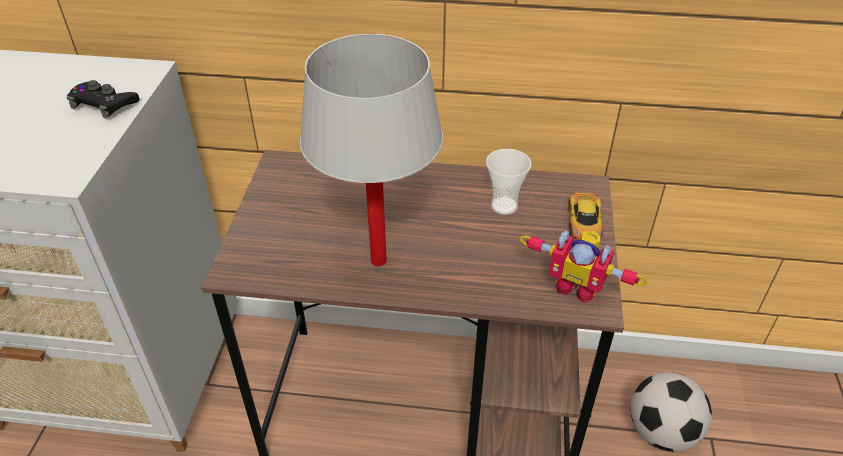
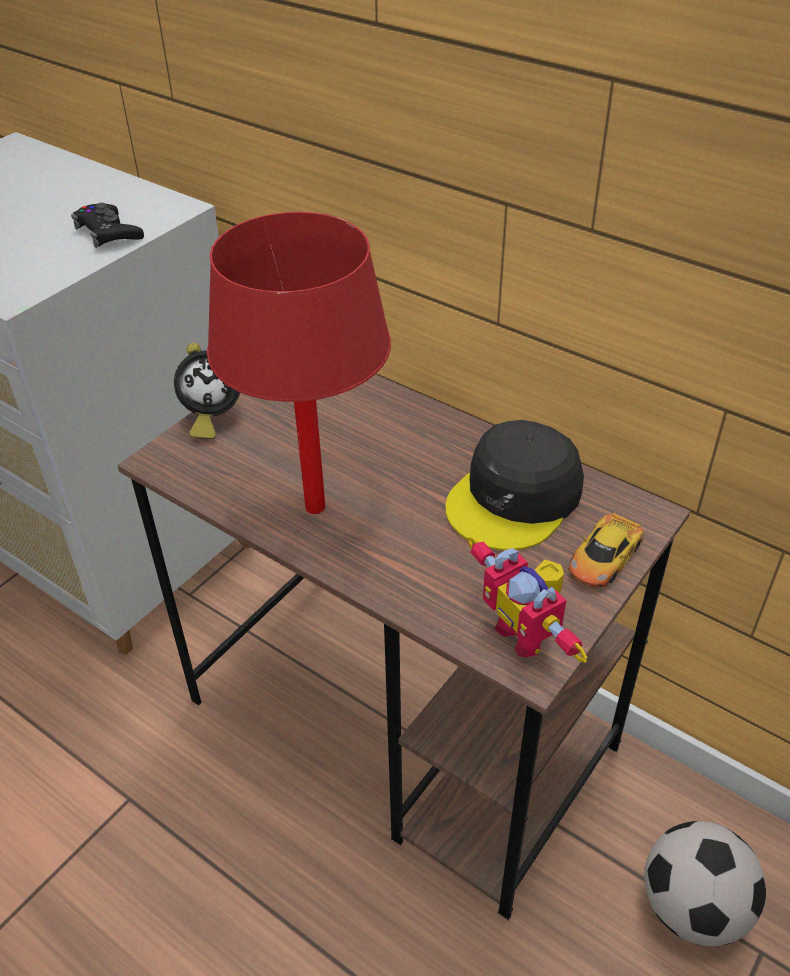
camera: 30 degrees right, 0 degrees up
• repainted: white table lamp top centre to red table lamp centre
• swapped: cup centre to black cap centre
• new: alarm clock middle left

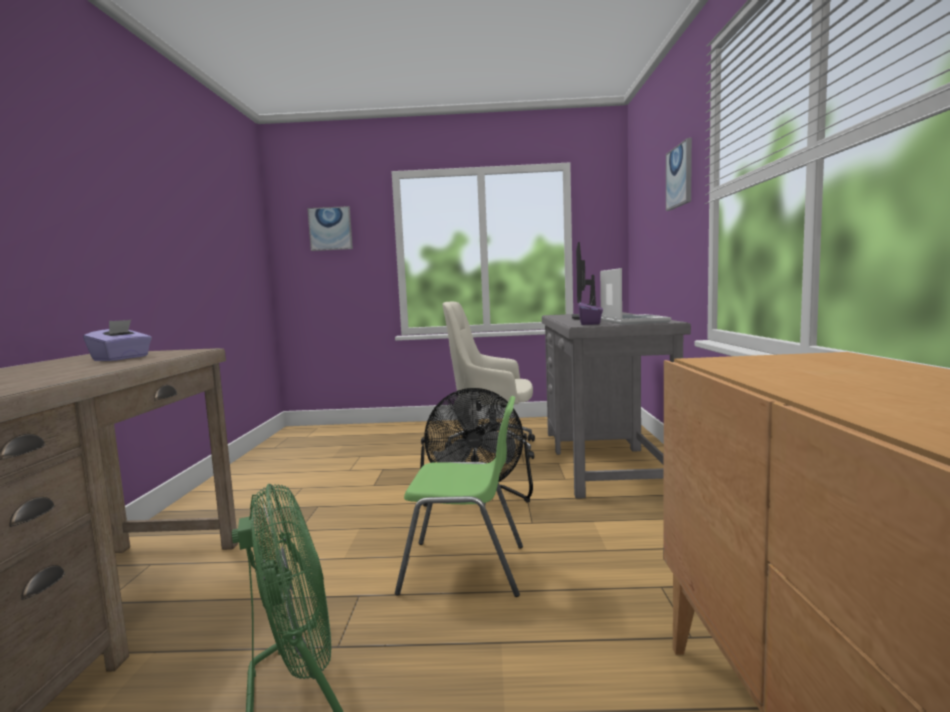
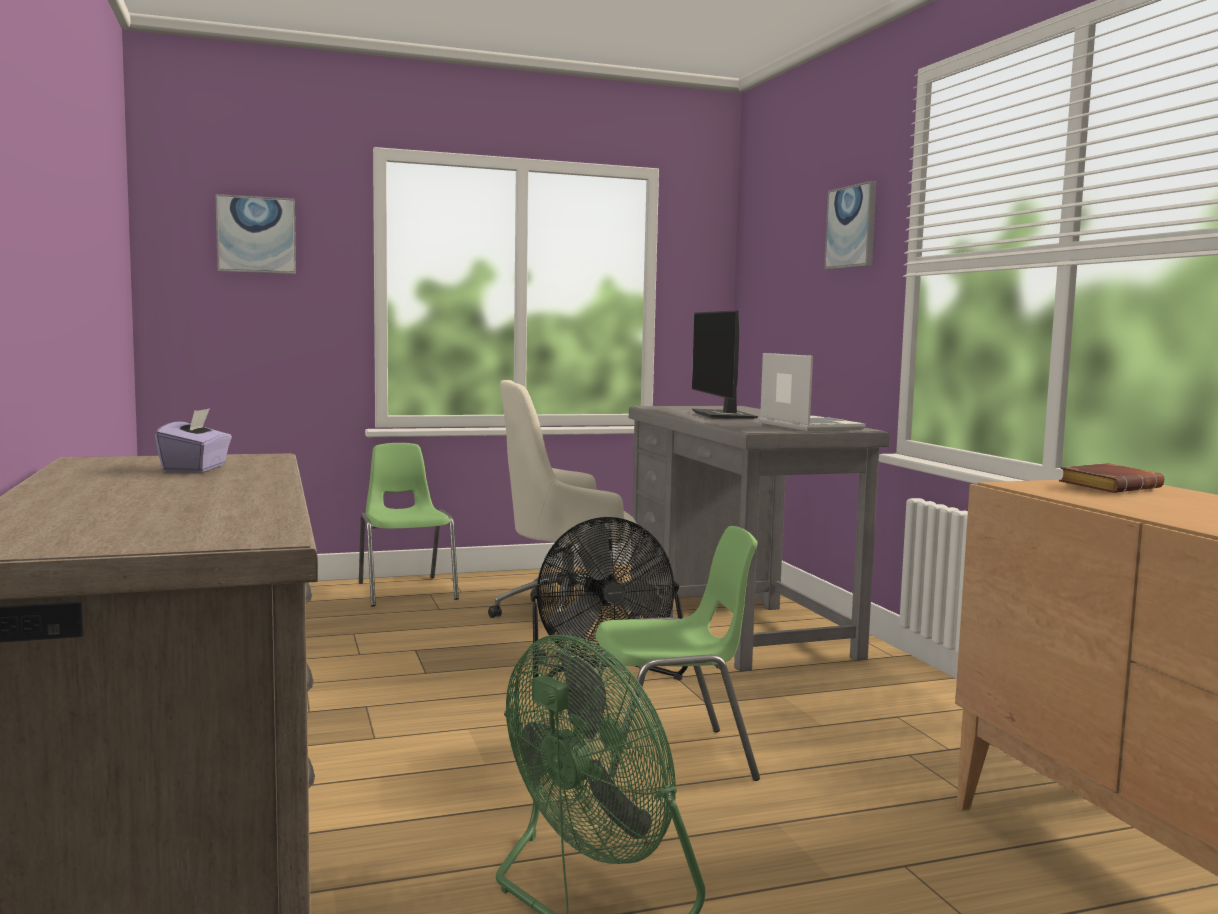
camera: 20 degrees left, 0 degrees up
• gone: purple tissue box (no. 2 from left) centre
• new: green chair (no. 1 from left) centre
• new: brown book middle right

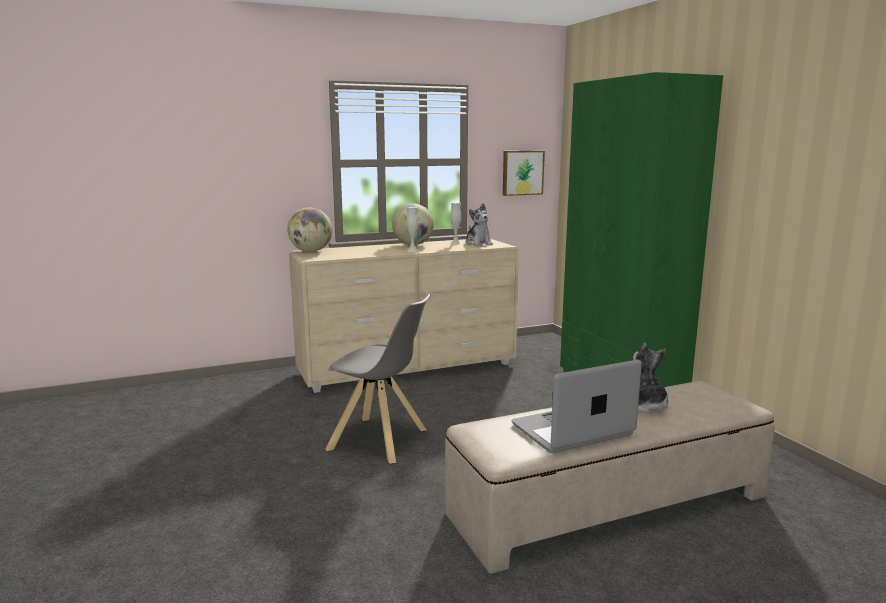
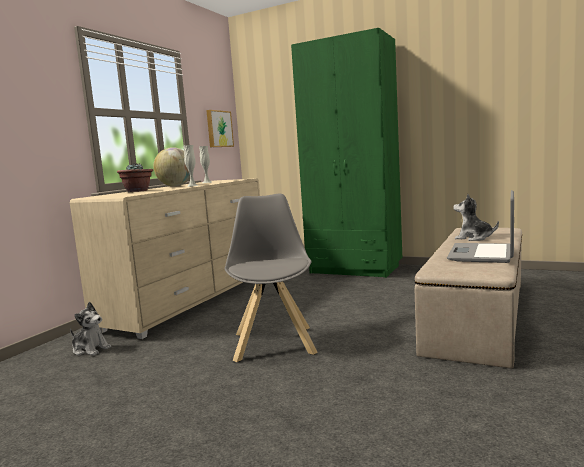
camera: 40 degrees left, 5 degrees down
• gone: globe (no. 1 from left) centre
• rotated: grey chair centre = centre 75 degrees counterclockwise
• shifted: plush toy (no. 1 from left) centre to bottom left
• new: potted plant middle left

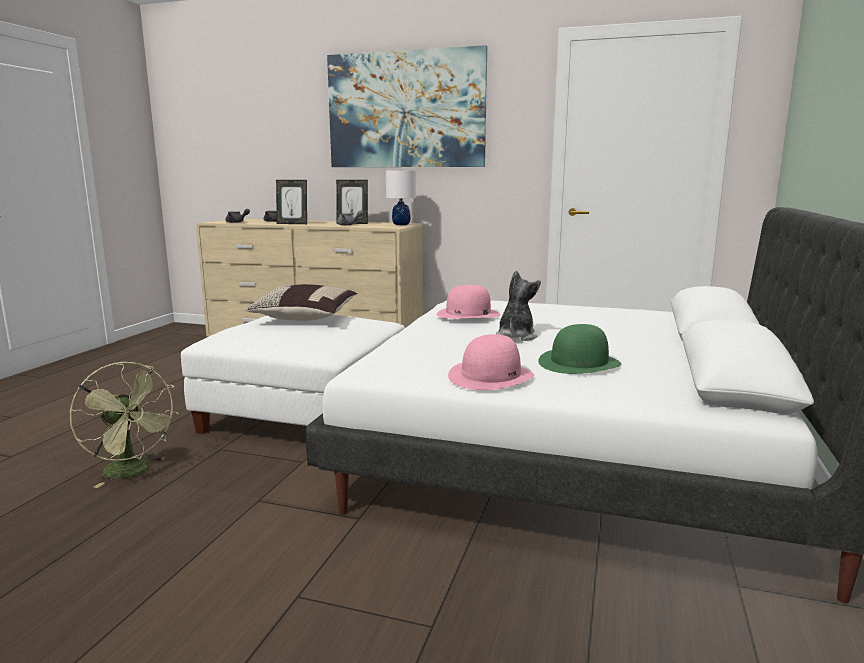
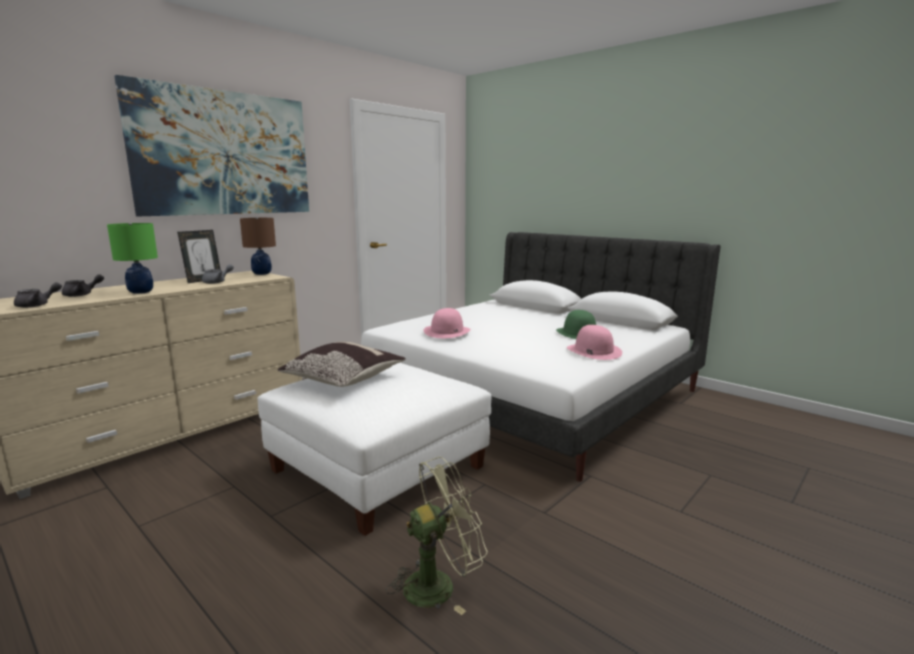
camera: 65 degrees left, 0 degrees up
• swapped: picture frame (no. 1 from left) top centre to green table lamp middle left
• repainted: white table lamp top centre to brown table lamp middle left
• gone: plush toy centre

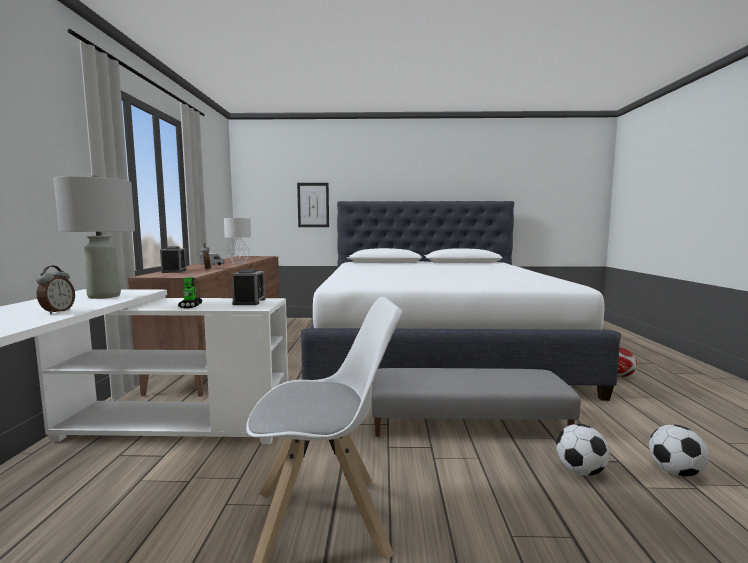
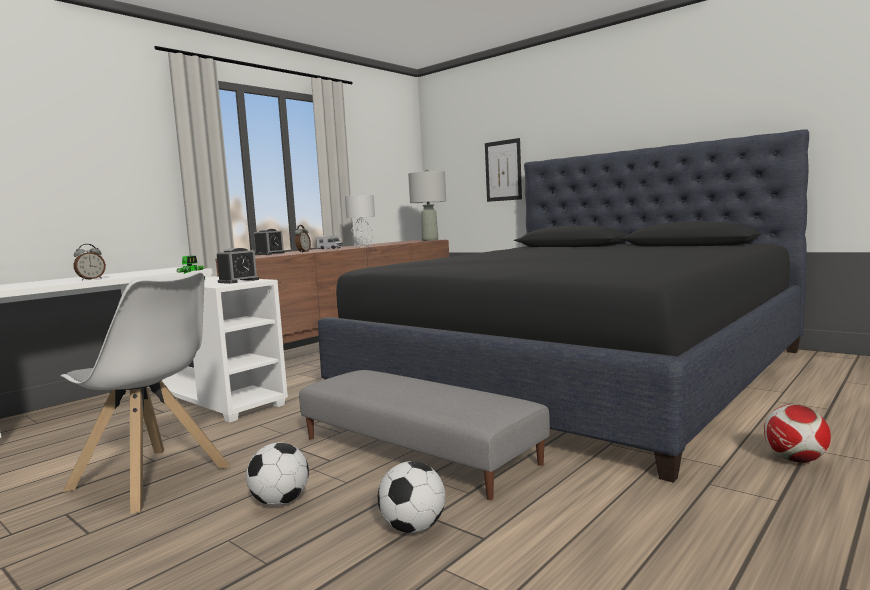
camera: 40 degrees right, 0 degrees up
• shifted: grey table lamp (no. 1 from left in the first image) middle left to grey table lamp (no. 2 from left) centre
• repainted: white bed centre to black bed centre
• shifted: football (no. 3 from left in the first image) bottom right to football (no. 1 from left) bottom left

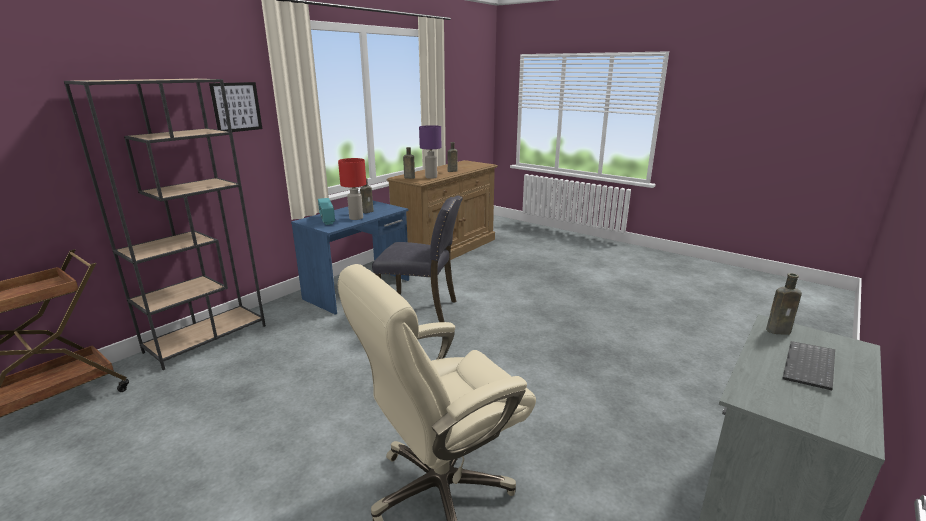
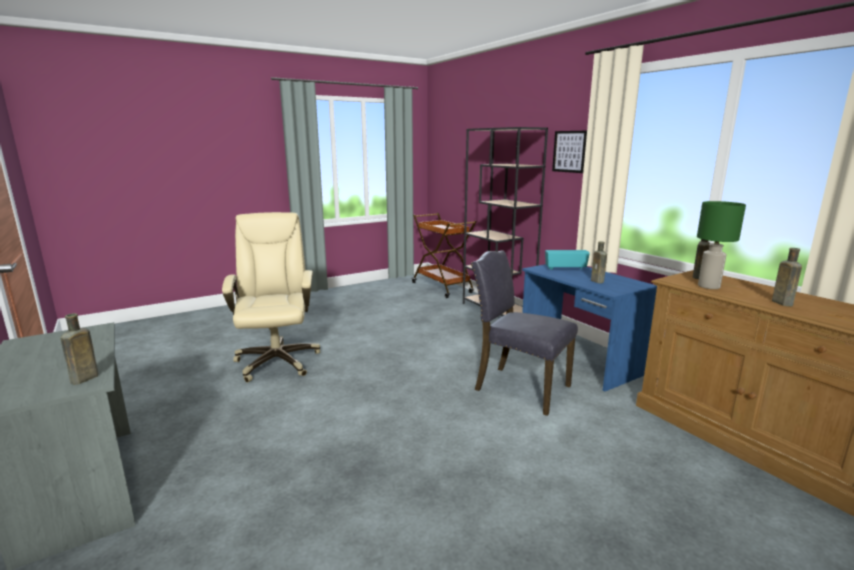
camera: 110 degrees right, 5 degrees down
• gone: red table lamp centre
• rotated: grey chair centre = centre 90 degrees clockwise
• repainted: purple table lamp top centre to green table lamp middle right
• gone: keyboard bottom right

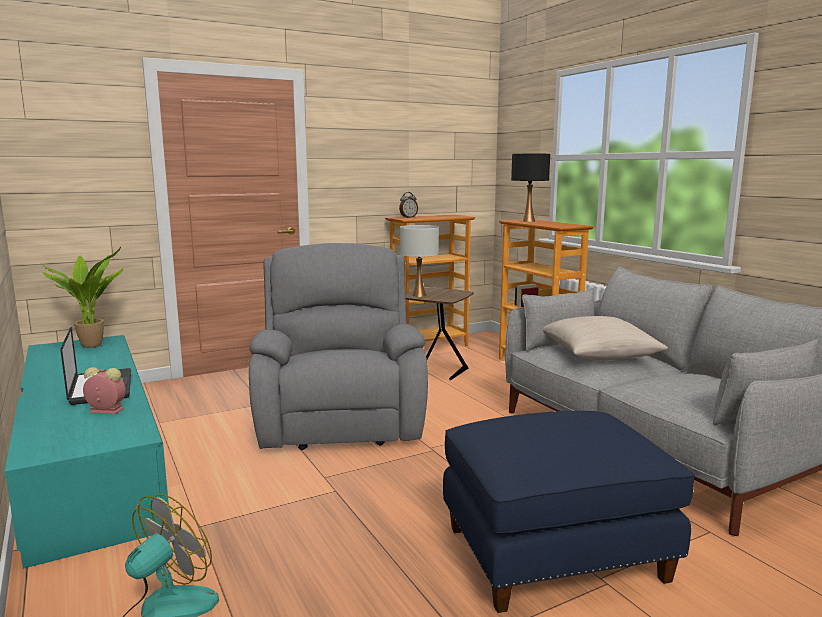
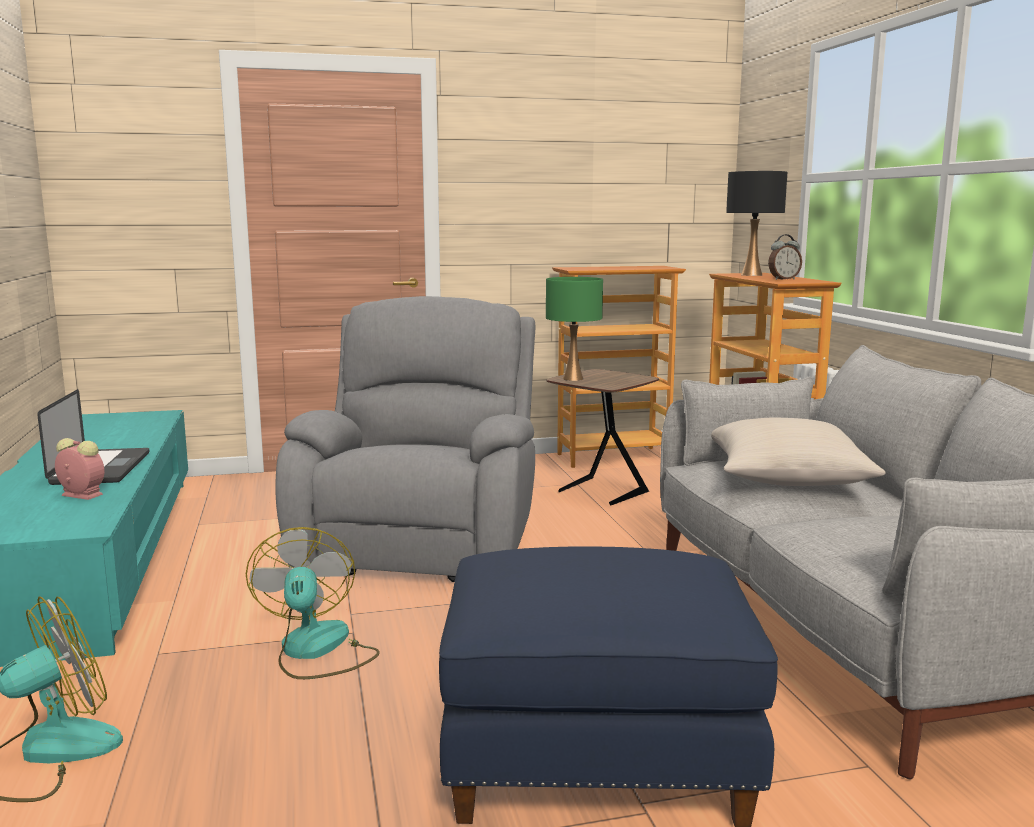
camera: 15 degrees right, 0 degrees up
• gone: potted plant middle left
• shifted: alarm clock (no. 2 from left) top centre to top right
• repainted: white table lamp centre to green table lamp centre
• new: fan (no. 2 from left) bottom left

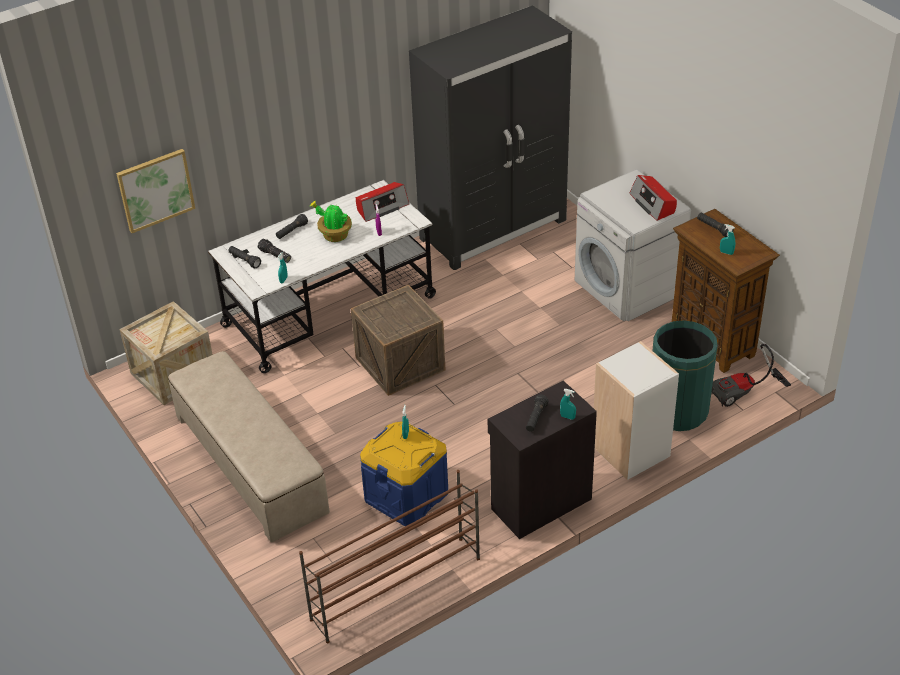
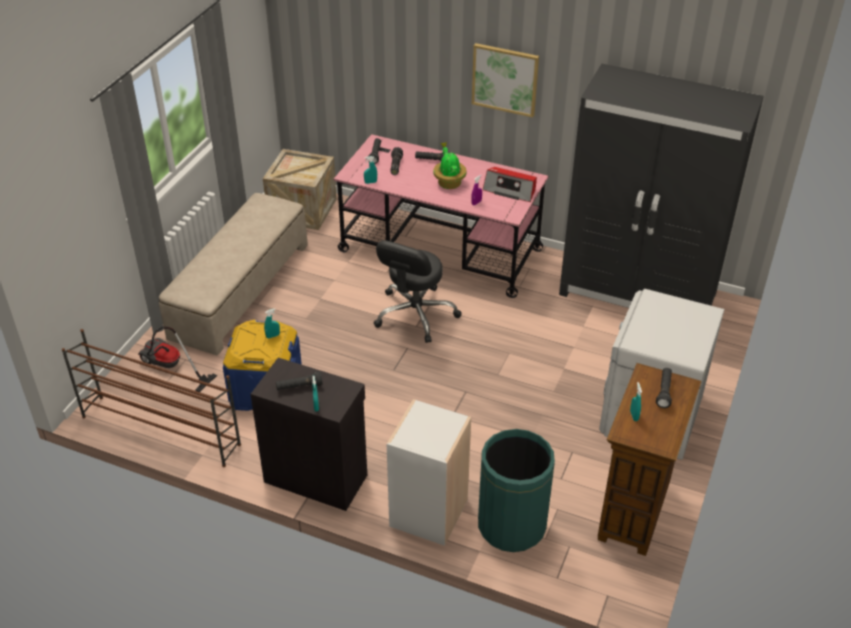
camera: 55 degrees right, 0 degrees up
• shifted: picture top left to top centre
• repainted: white desk centre to pink desk centre
• swapped: crate (no. 2 from left) centre to black office chair centre
• gone: radio (no. 2 from left) top right
• shifted: vacuum cleaner middle right to middle left

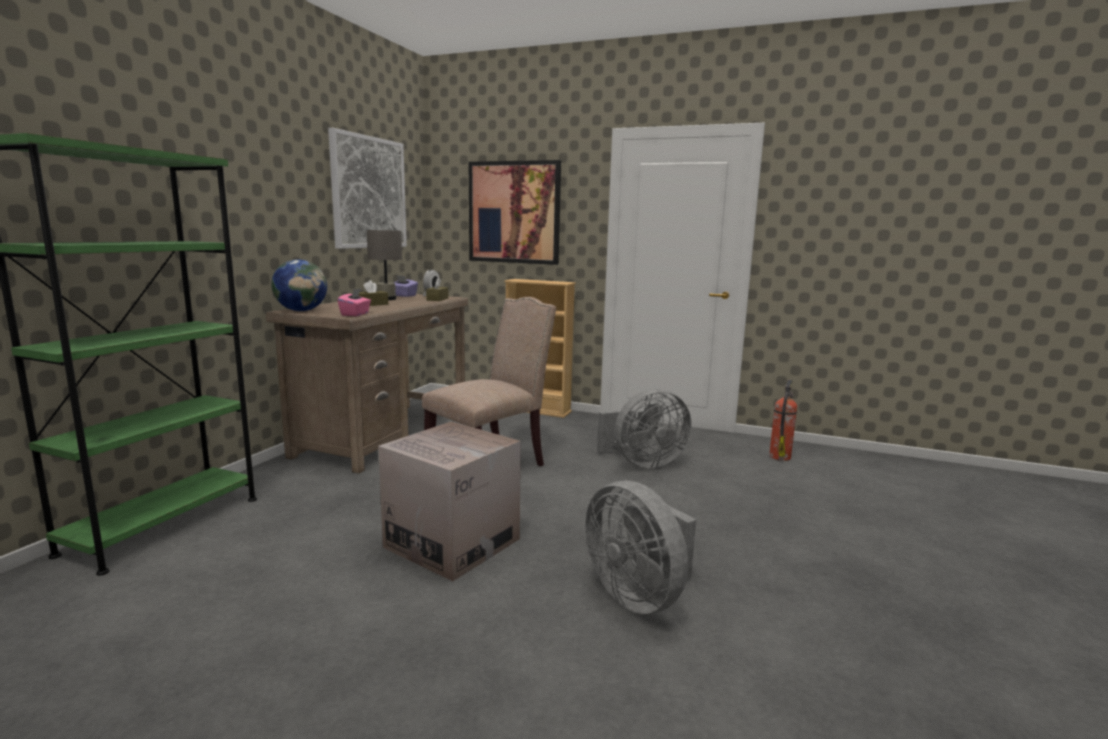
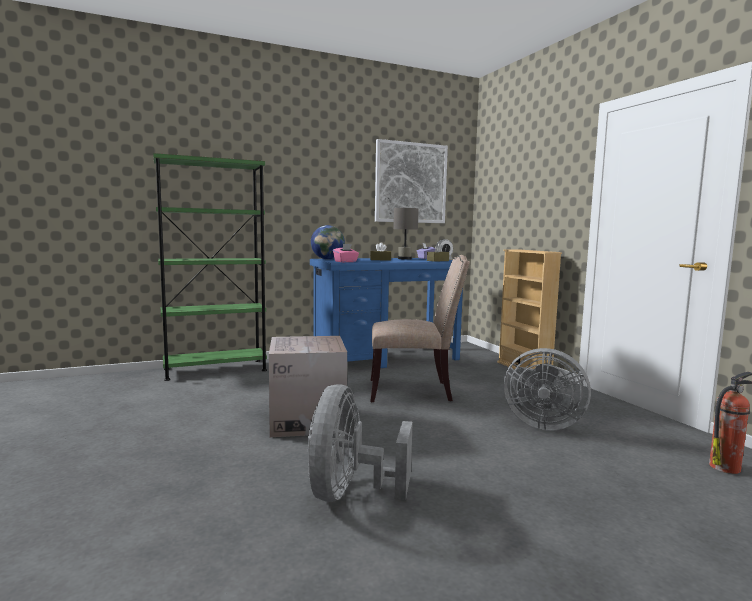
camera: 45 degrees right, 5 degrees down
• repainted: brown desk middle left to blue desk centre
• gone: picture (no. 2 from left) top centre

